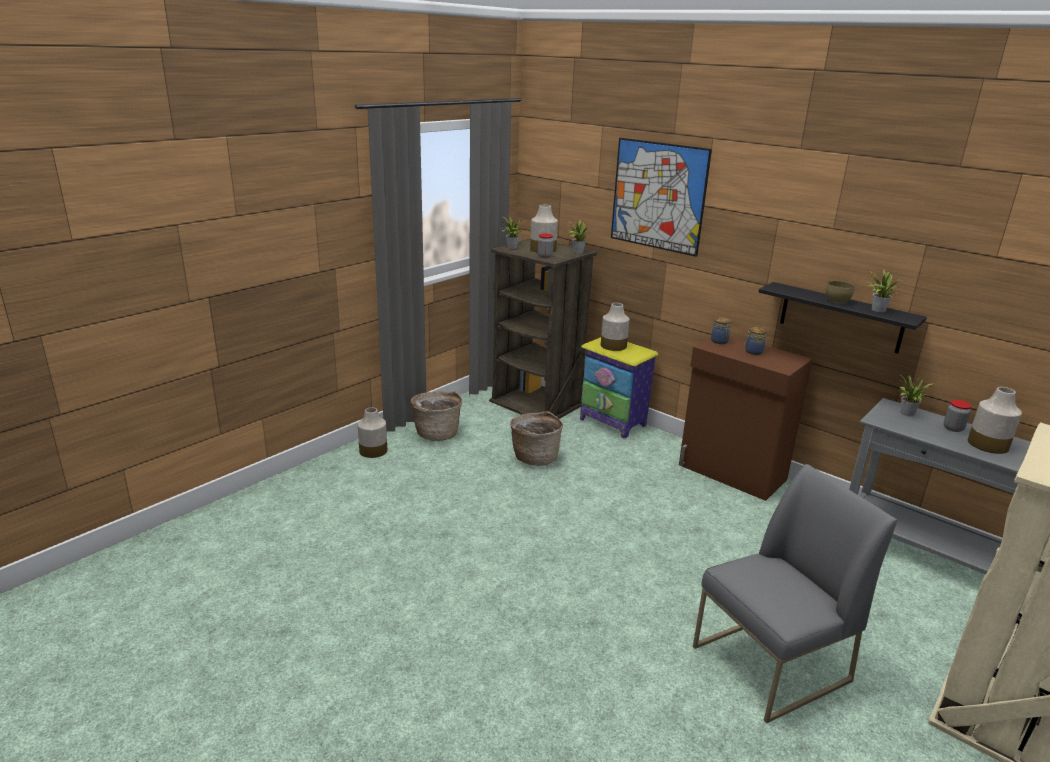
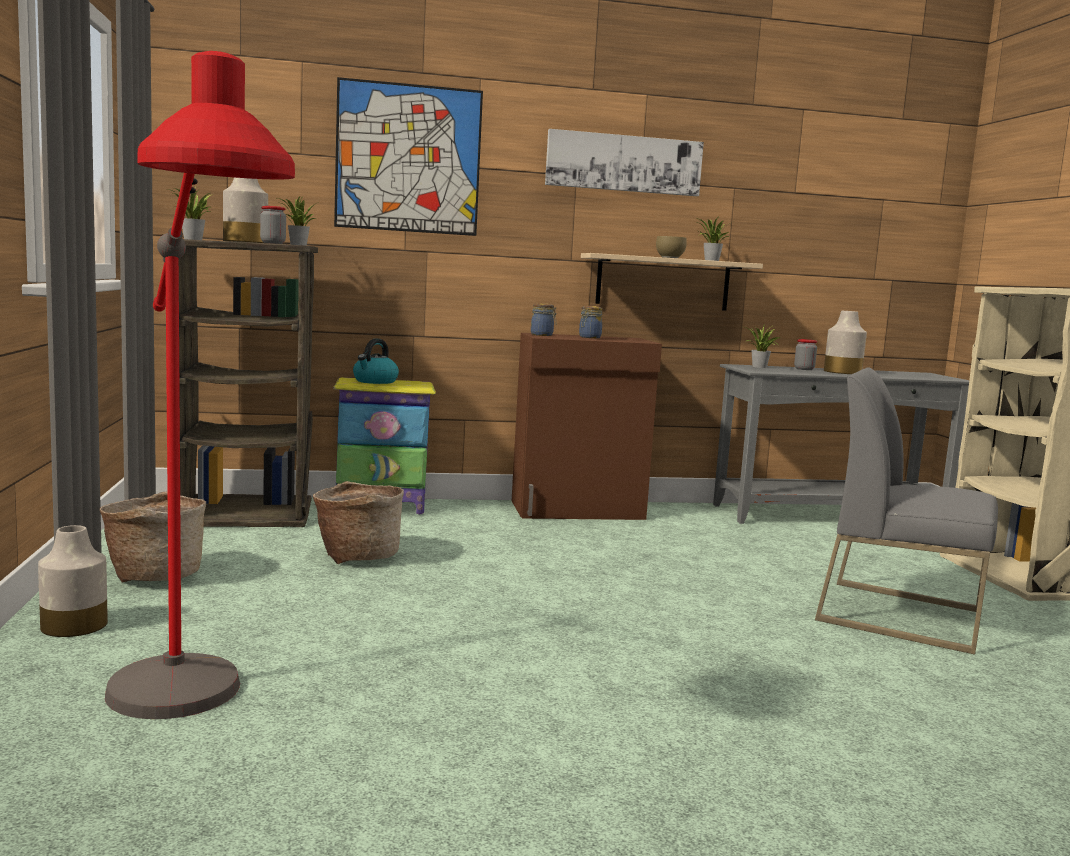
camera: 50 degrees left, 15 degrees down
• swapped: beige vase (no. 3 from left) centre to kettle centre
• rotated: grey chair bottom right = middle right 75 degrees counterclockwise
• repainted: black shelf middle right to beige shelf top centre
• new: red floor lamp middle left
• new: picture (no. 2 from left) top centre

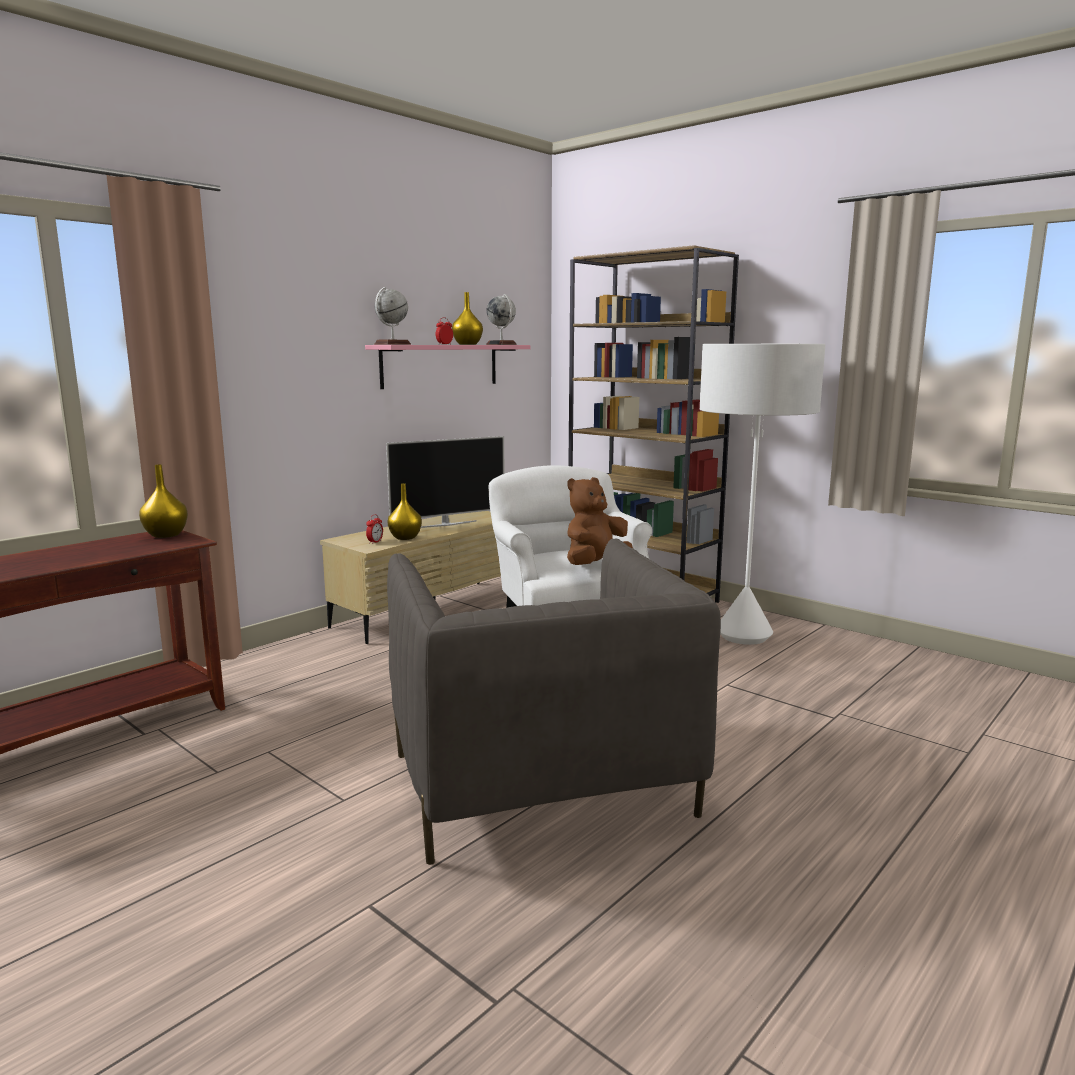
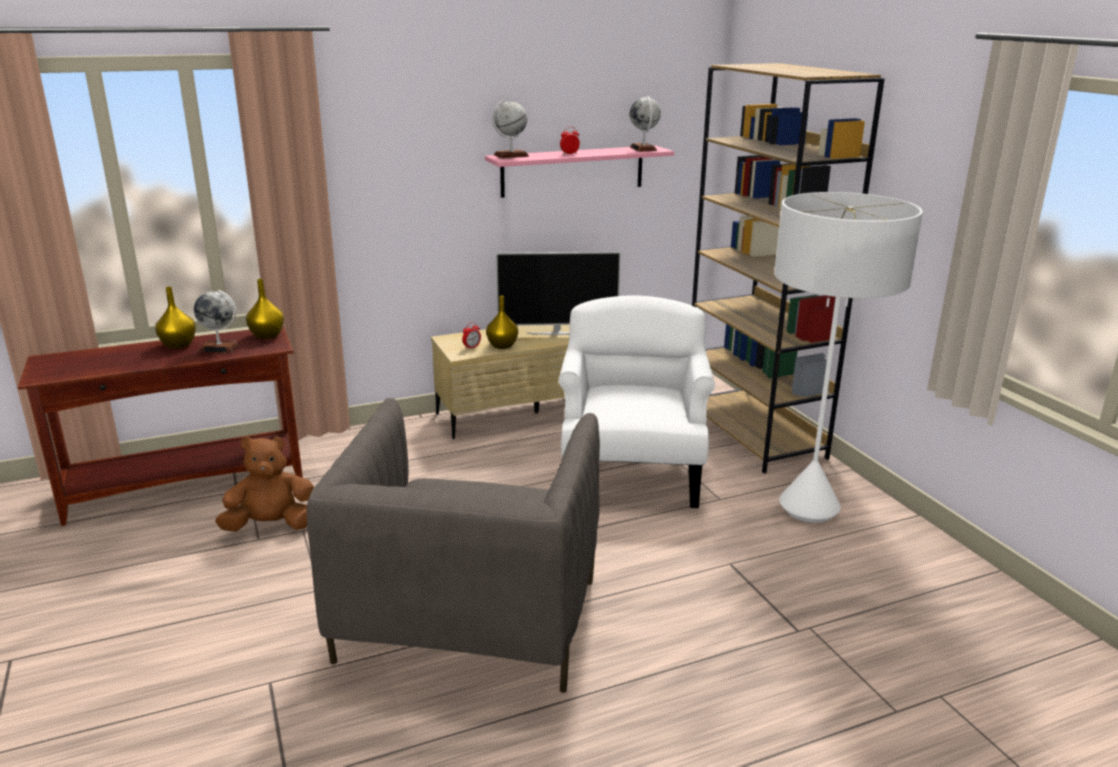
camera: 25 degrees right, 10 degrees up
• shifted: yellow vase (no. 3 from left in the first image) top centre to yellow vase (no. 1 from left) middle left
• shifted: brown plush toy centre to middle left
• new: globe (no. 1 from left) middle left

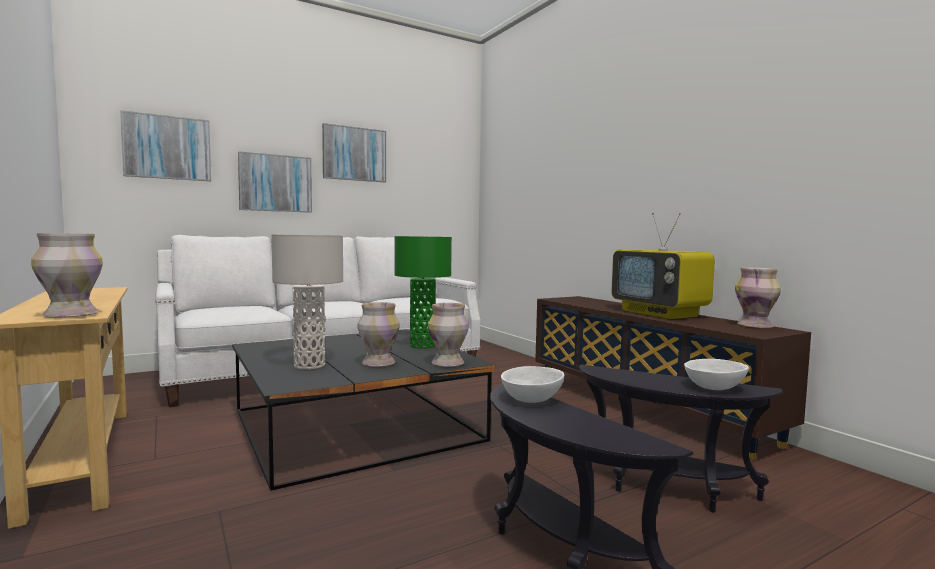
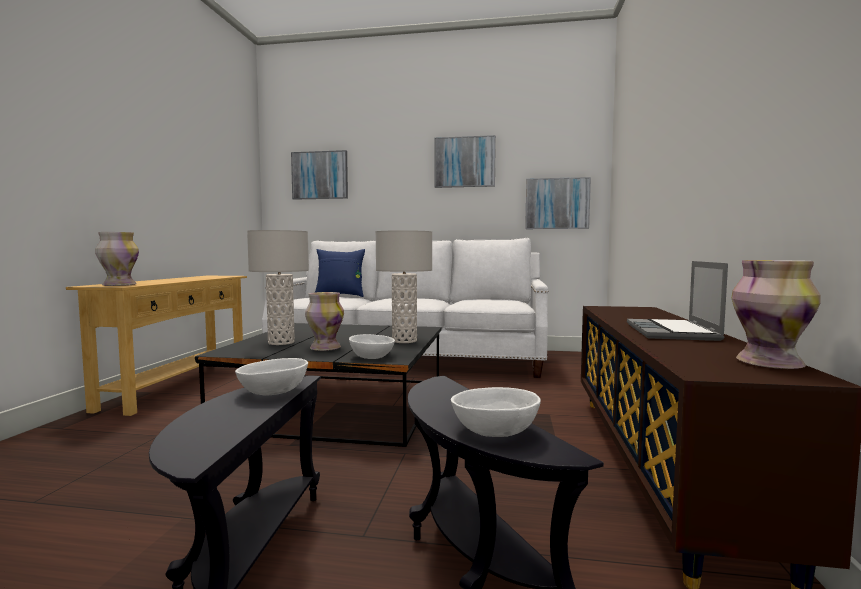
camera: 40 degrees right, 0 degrees up
• shifted: picture (no. 2 from left in the first image) top left to picture (no. 3 from left) centre
• repainted: green table lamp centre to white table lamp (no. 2 from left) centre
• swapped: vase (no. 3 from left) centre to white bowl (no. 2 from left) centre
• swapped: television middle right to laptop middle right
• new: blue pillow centre

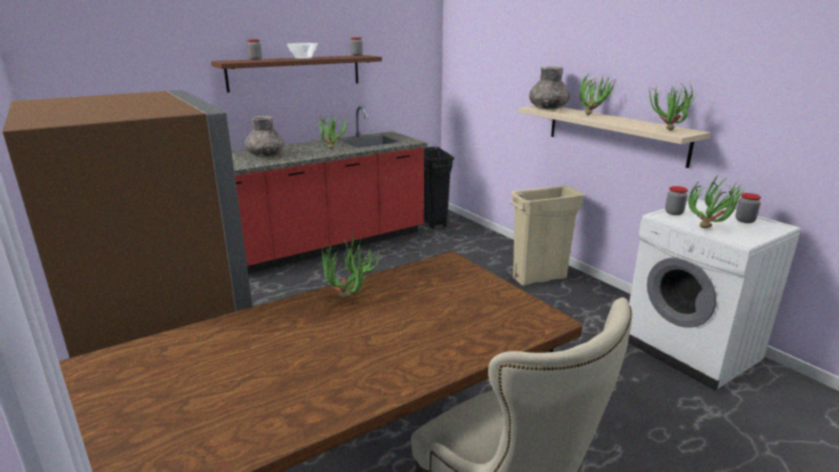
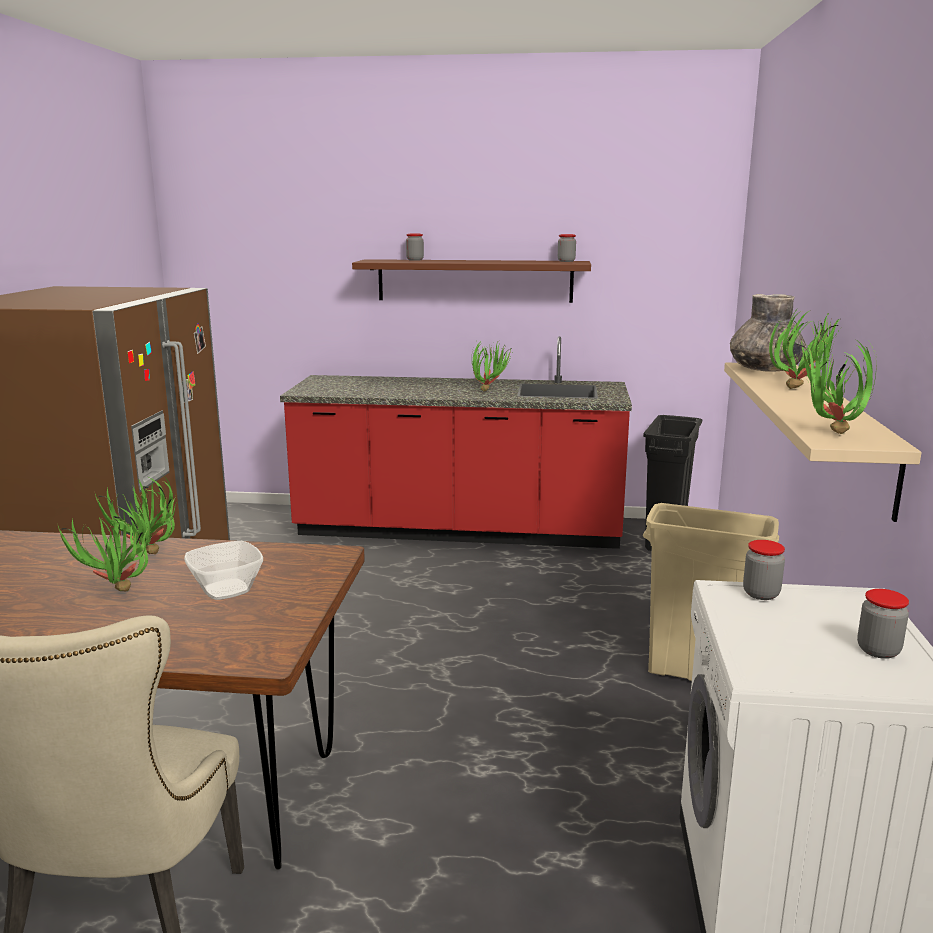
camera: 40 degrees right, 5 degrees down
• gone: grey vase (no. 1 from left) top left
• shifted: bowl top centre to middle left
• shifted: potted plant (no. 5 from left in the first image) middle right to potted plant (no. 1 from left) middle left

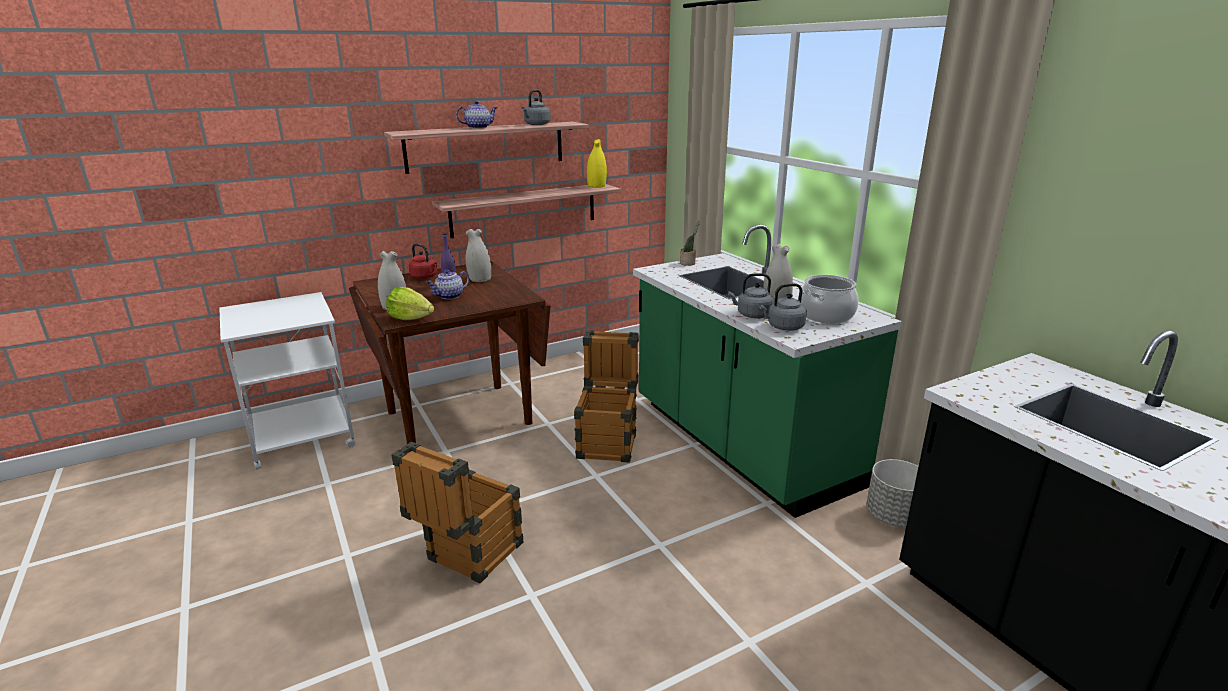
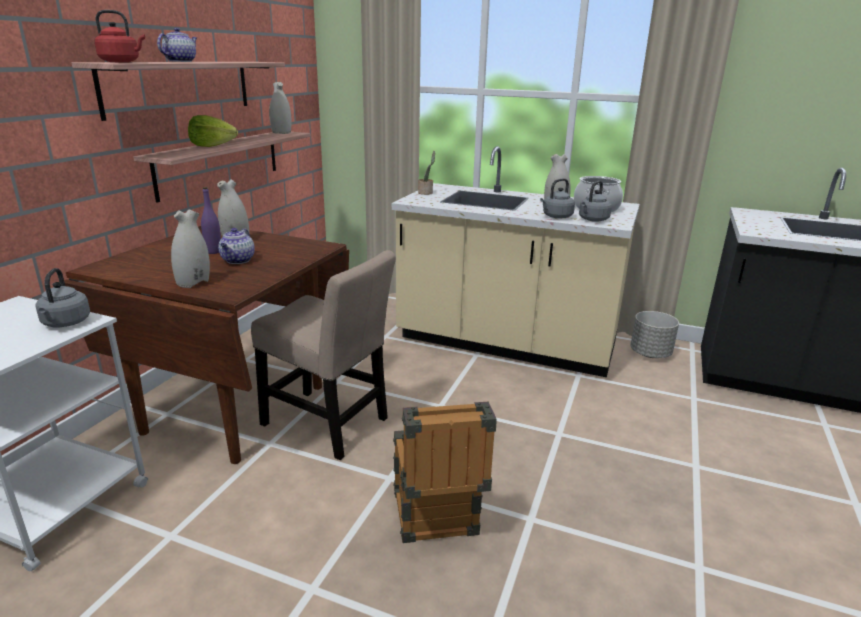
camera: 40 degrees left, 0 degrees up
• shifted: lettuce centre to top left
• shifted: red kettle centre to top left
• shifted: grey kettle (no. 1 from left) top centre to middle left
• gone: crate (no. 2 from left) centre
• repainted: yellow vase top centre to white vase (no. 3 from left) top left
• repainted: green counter centre to beige counter centre
• new: beige chair centre

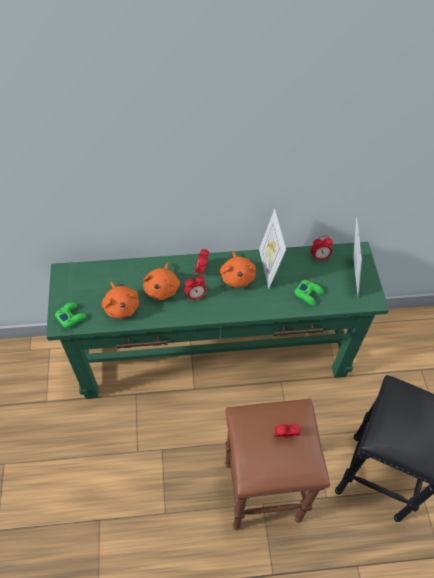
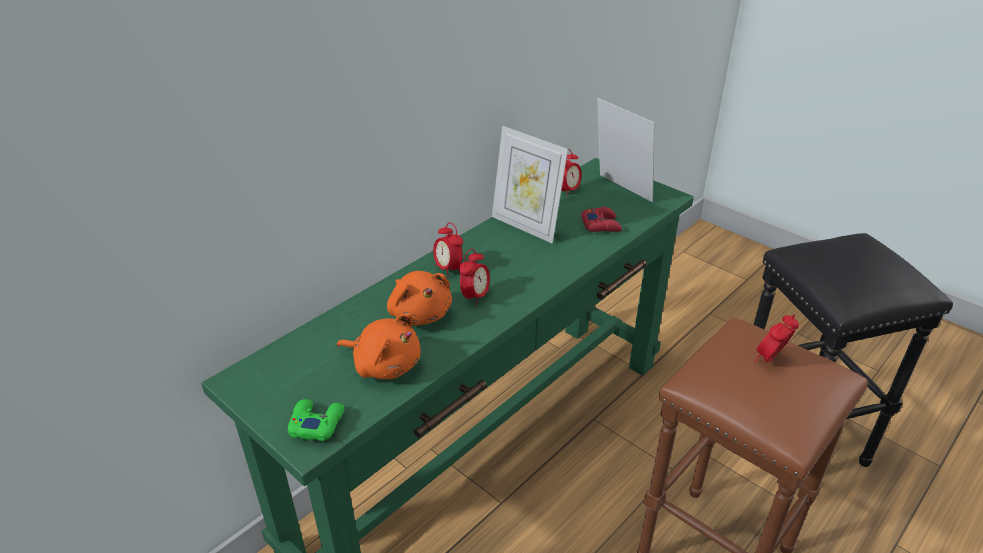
camera: 40 degrees left, 20 degrees down
• gone: orange plush toy (no. 3 from left) centre
• repainted: green game controller (no. 2 from left) middle right to red game controller centre

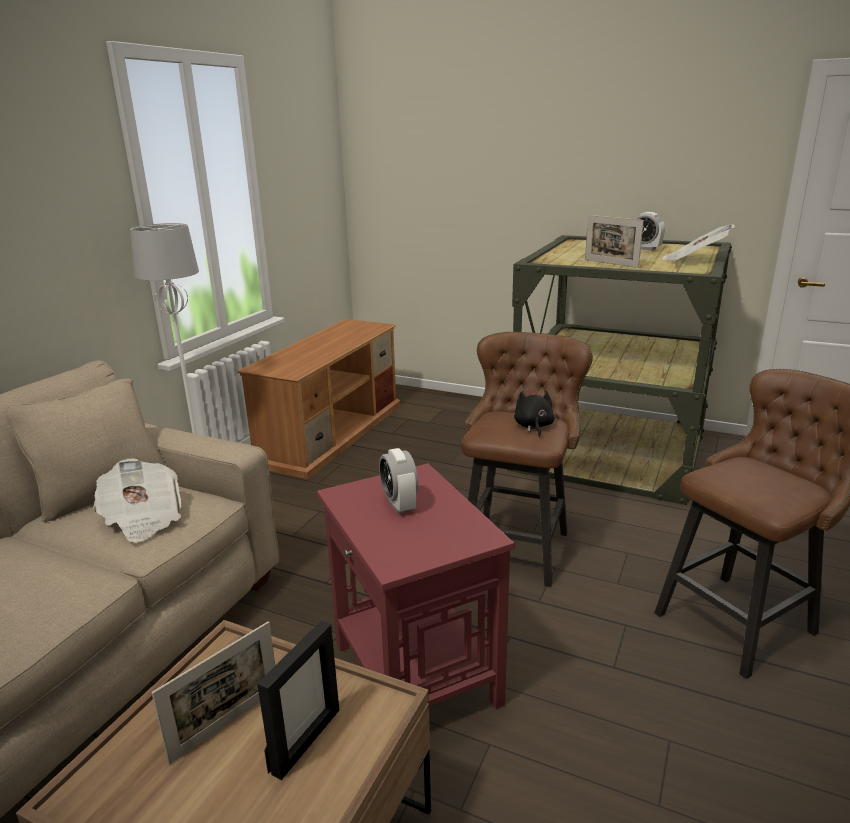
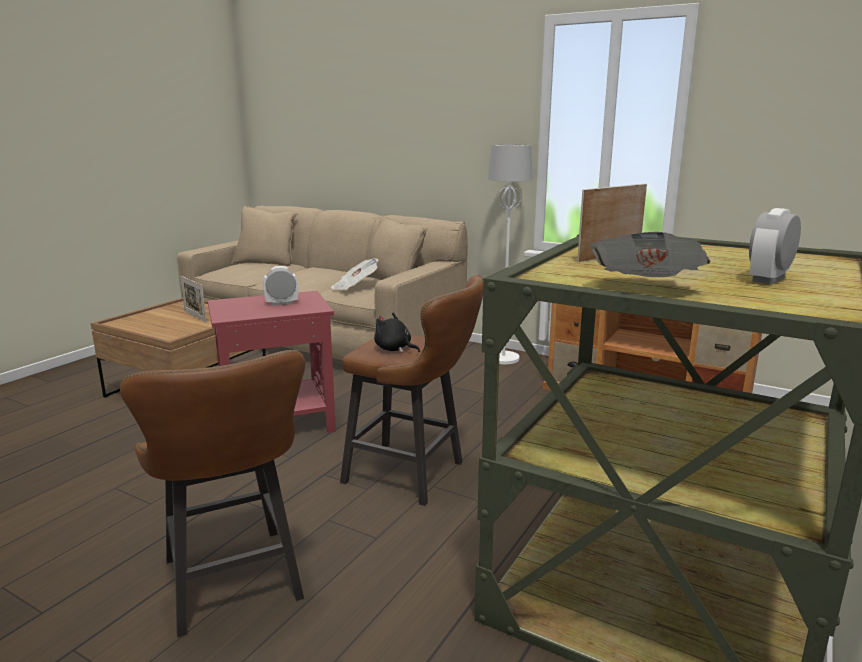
camera: 95 degrees right, 5 degrees down
• gone: picture frame (no. 2 from left) bottom centre
• rotated: black plush toy centre = centre 150 degrees counterclockwise

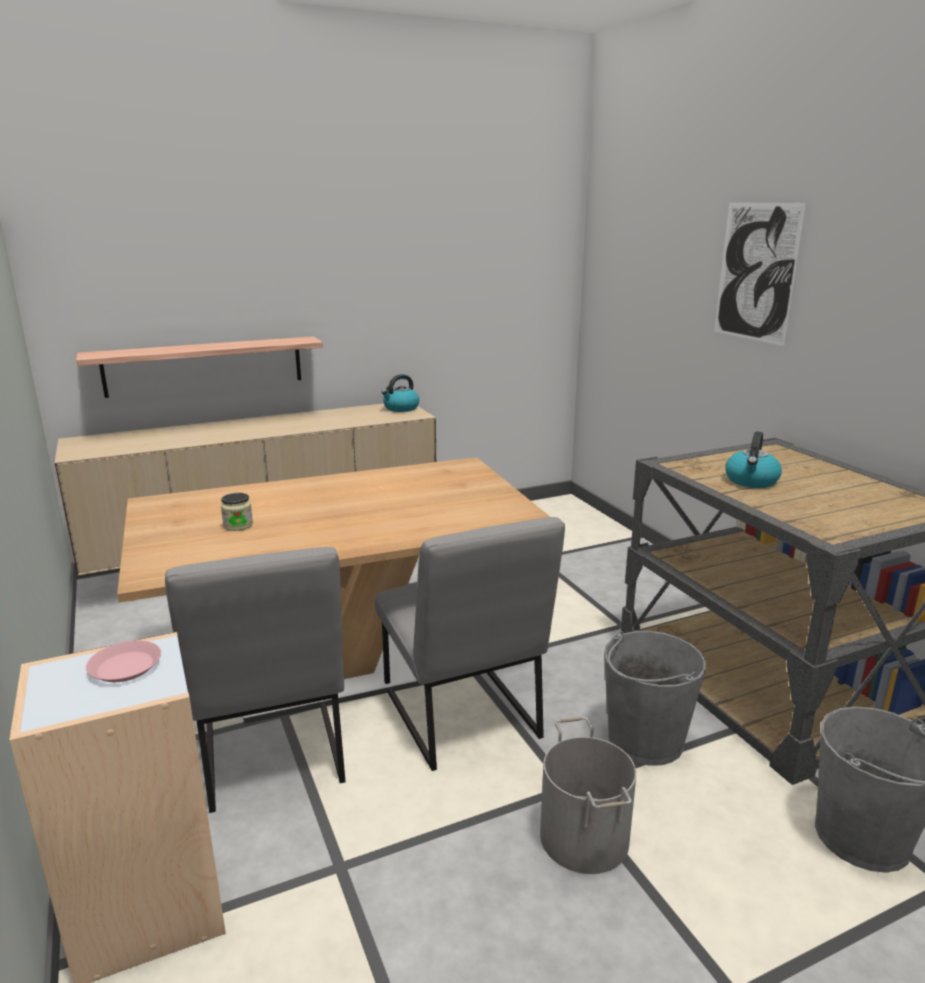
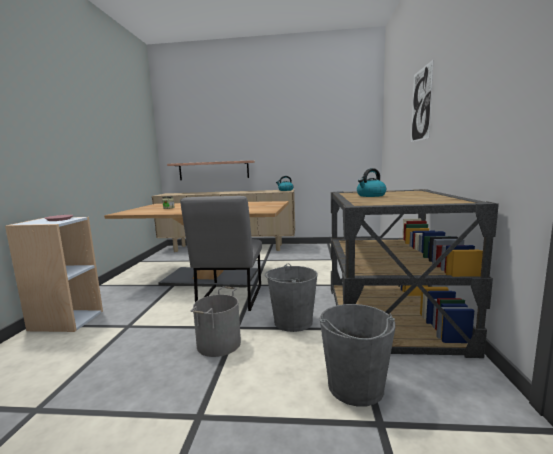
camera: 30 degrees right, 10 degrees down
• gone: grey chair (no. 1 from left) bottom left

